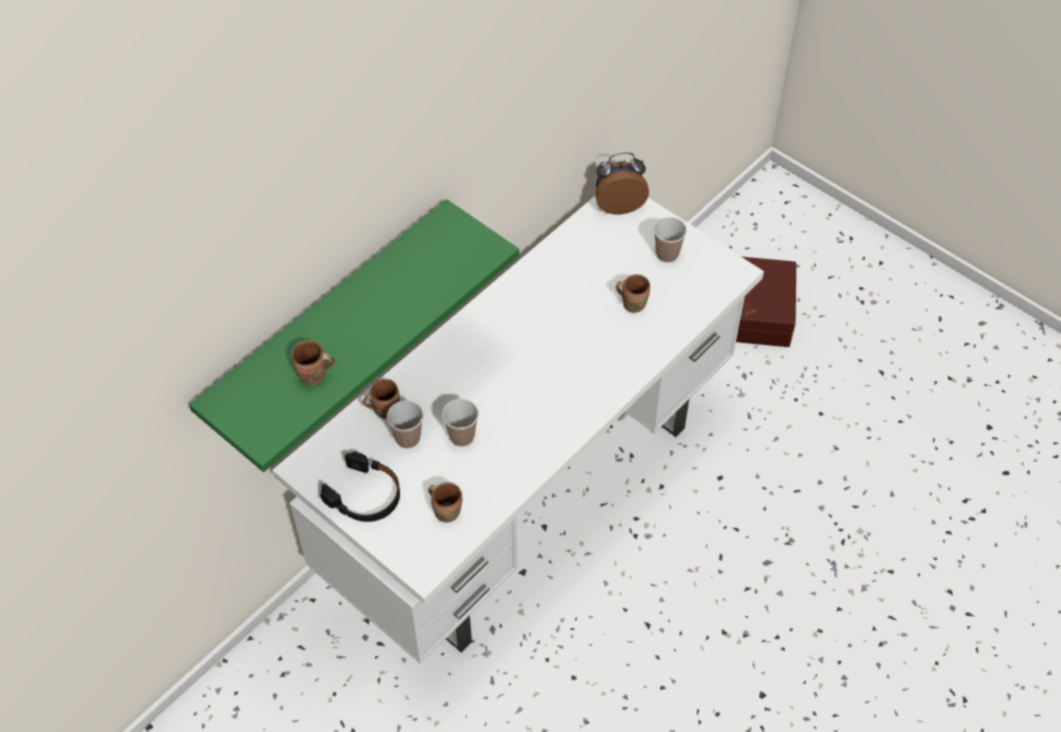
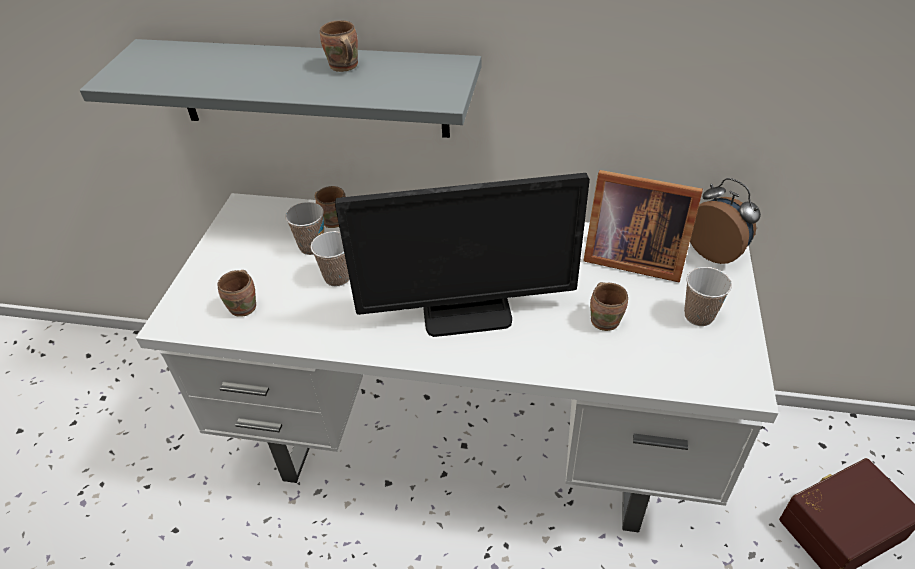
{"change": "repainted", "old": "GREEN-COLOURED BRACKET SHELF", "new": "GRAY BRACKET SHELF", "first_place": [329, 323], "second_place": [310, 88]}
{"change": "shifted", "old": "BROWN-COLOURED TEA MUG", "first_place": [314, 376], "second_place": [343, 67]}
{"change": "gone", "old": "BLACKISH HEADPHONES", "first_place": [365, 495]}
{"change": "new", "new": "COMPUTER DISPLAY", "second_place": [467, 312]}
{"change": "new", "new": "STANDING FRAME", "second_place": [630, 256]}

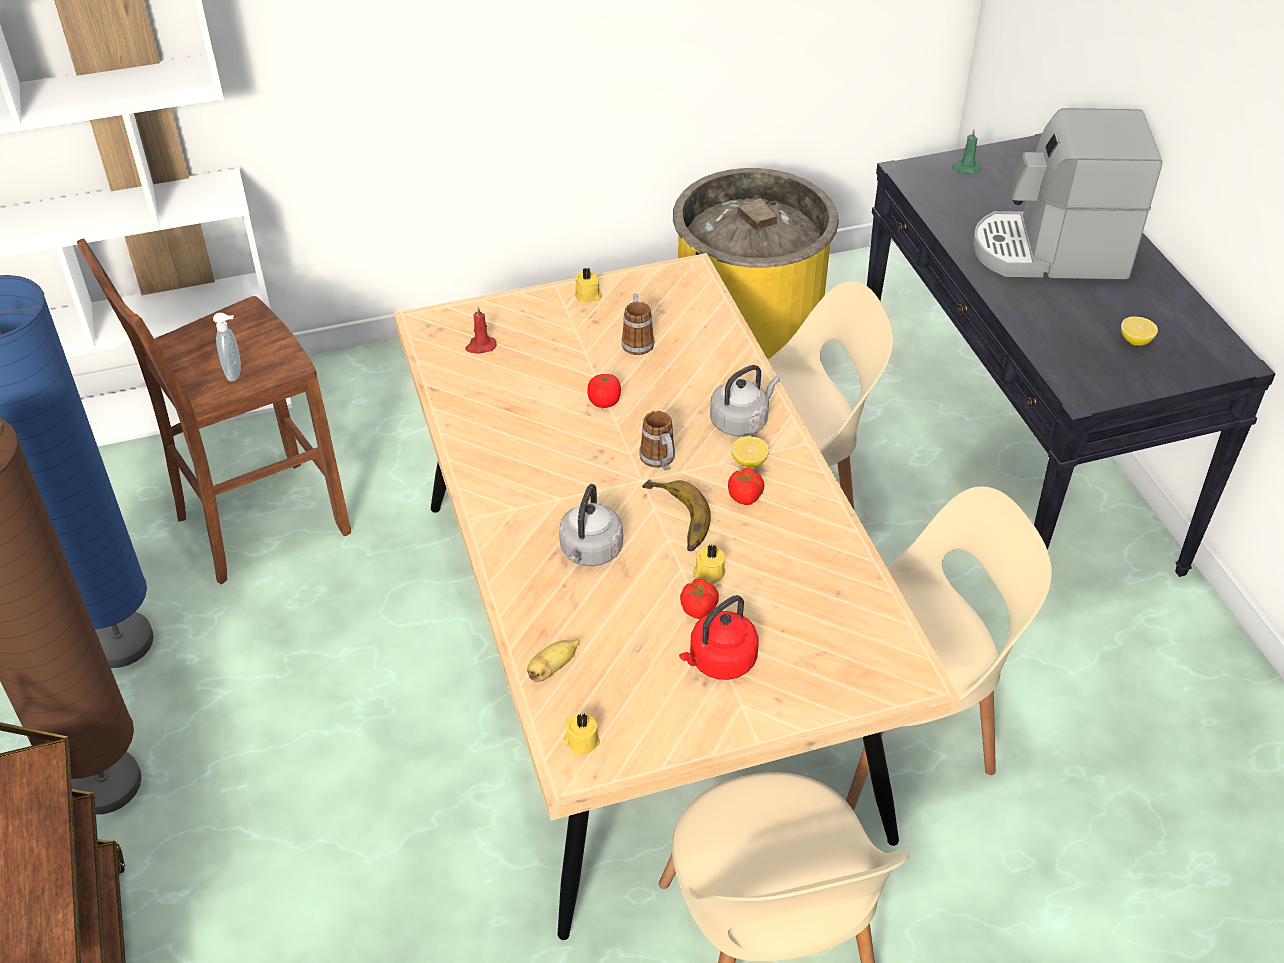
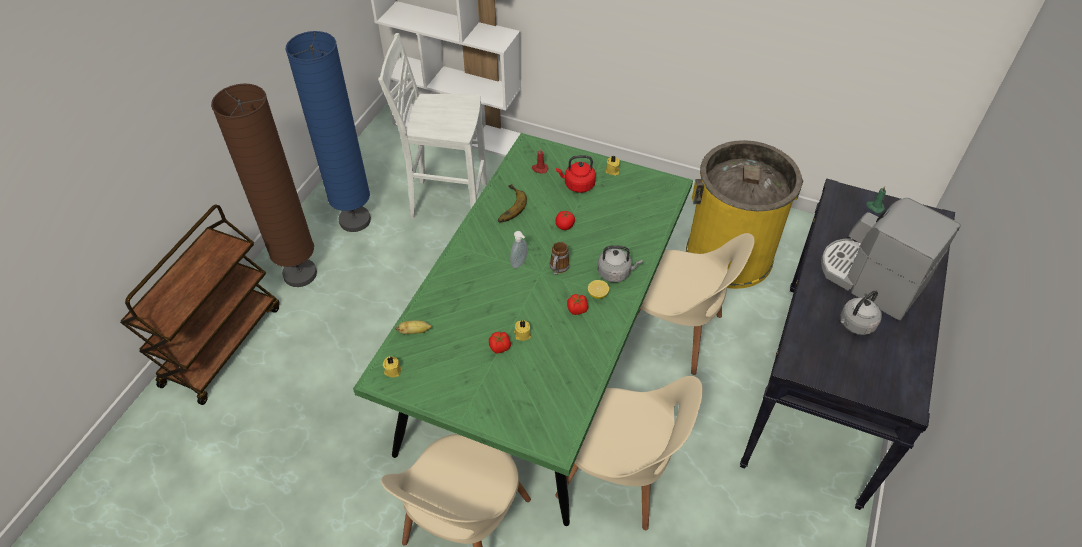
{"change": "repainted", "old": "BROWN-COLOURED STOOL SEAT", "new": "WHITE STOOL SEAT", "first_place": [257, 524], "second_place": [447, 201]}
{"change": "shifted", "old": "LIQUID SOAP BOTTLE", "first_place": [236, 373], "second_place": [520, 263]}
{"change": "repainted", "old": "BEIGE DINING TABLE", "new": "GREEN-COLOURED DINING TABLE", "first_place": [639, 657], "second_place": [540, 360]}
{"change": "shifted", "old": "GRAY WATER KETTLE", "first_place": [590, 552], "second_place": [855, 324]}
{"change": "gone", "old": "TEA MUG", "first_place": [637, 340]}
{"change": "shifted", "old": "BANANA", "first_place": [673, 520], "second_place": [507, 206]}
{"change": "shifted", "old": "REDDISH WATER KETTLE", "first_place": [719, 662], "second_place": [577, 185]}
{"change": "gone", "old": "LEMON", "first_place": [1135, 340]}

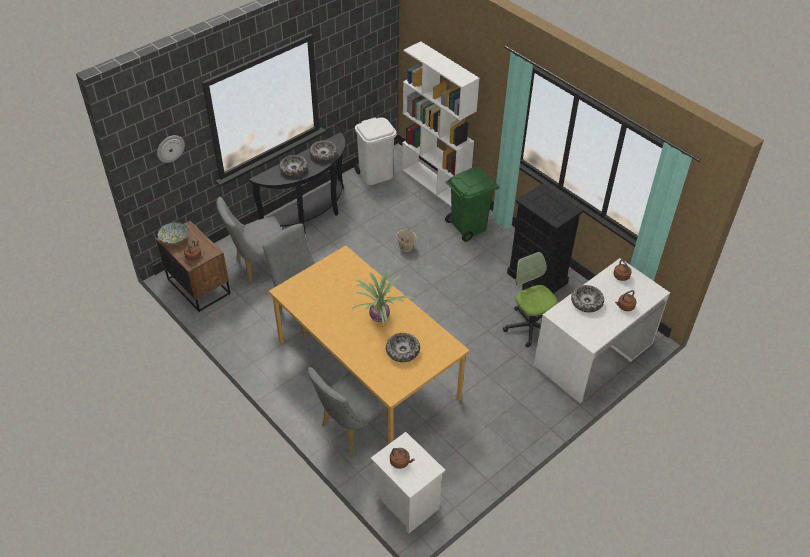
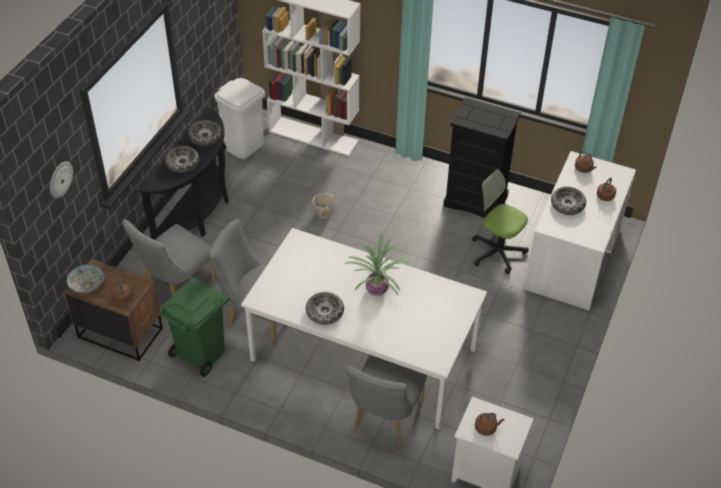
{"change": "repainted", "old": "ORANGEY DINING TABLE", "new": "WHITE DINING TABLE", "first_place": [366, 369], "second_place": [362, 355]}
{"change": "shifted", "old": "BOWL", "first_place": [403, 351], "second_place": [325, 312]}
{"change": "shifted", "old": "GREEN-COLOURED RUBBISH BIN", "first_place": [469, 227], "second_place": [202, 353]}

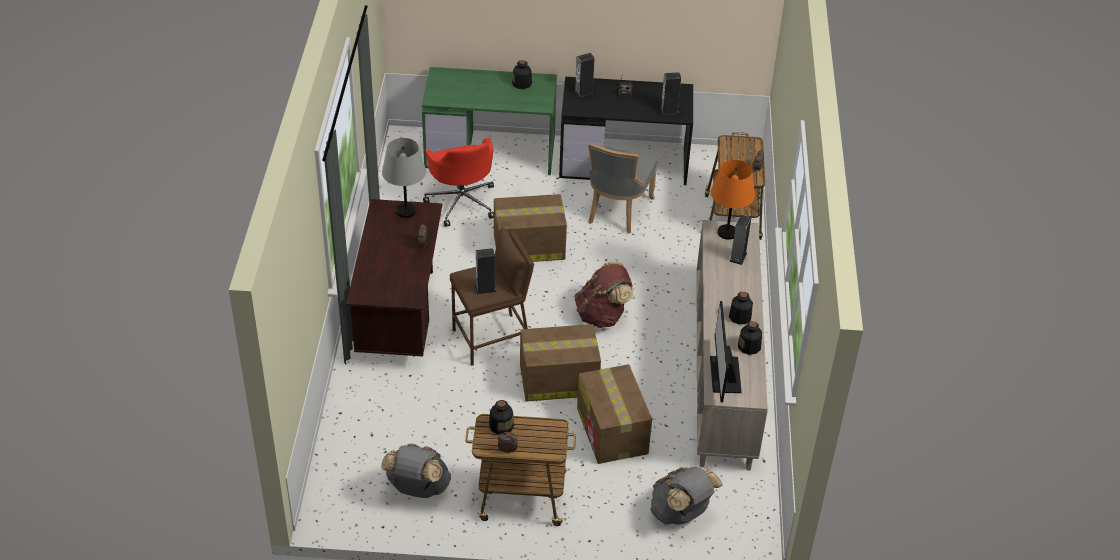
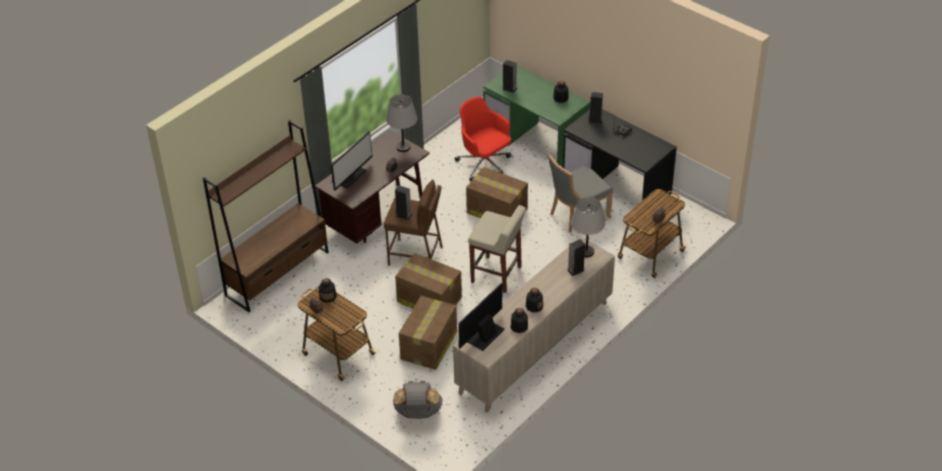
{"change": "gone", "old": "GRAY RUCKSACK", "first_place": [417, 489]}
{"change": "rotated", "old": "REDDISH COMPUTER CHAIR", "first_place": [462, 202], "second_place": [484, 164], "degrees": 120}
{"change": "swapped", "old": "BROWN-COLOURED RUCKSACK", "new": "BEIGE STOOL SEAT", "first_place": [602, 315], "second_place": [497, 275]}
{"change": "shifted", "old": "AUDIO SPEAKER", "first_place": [669, 110], "second_place": [509, 89]}
{"change": "repainted", "old": "ORANGEY LAMP FOR A TABLE", "new": "GRAY LAMP FOR A TABLE", "first_place": [727, 232], "second_place": [586, 252]}
{"change": "new", "new": "BROWN-COLOURED BOOKCASE", "second_place": [278, 273]}
{"change": "new", "new": "COMPUTER DISPLAY", "second_place": [350, 176]}

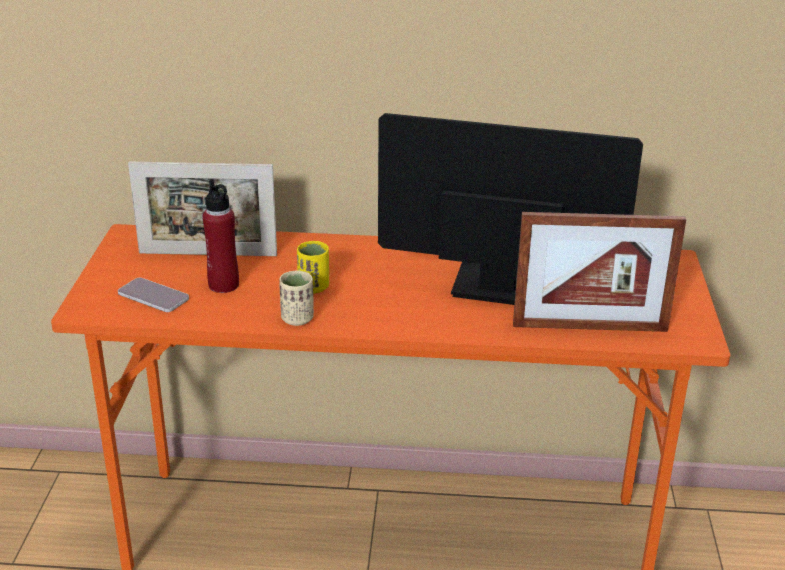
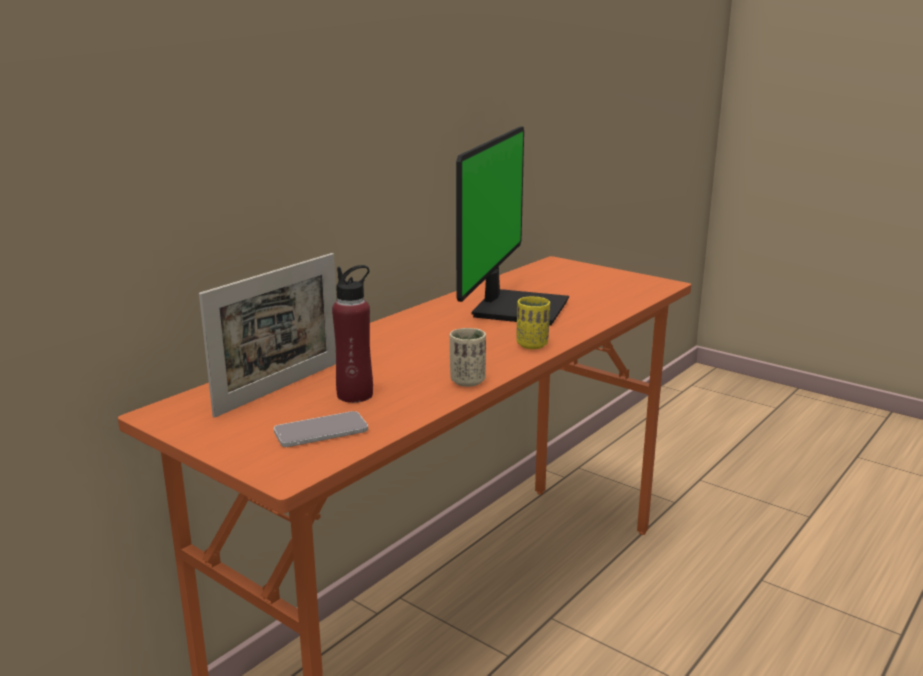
{"change": "shifted", "old": "YELLOW DRINKING CUP", "first_place": [313, 287], "second_place": [532, 345]}
{"change": "rotated", "old": "COMPUTER DISPLAY", "first_place": [498, 284], "second_place": [516, 308], "degrees": 150}
{"change": "gone", "old": "STANDING FRAME", "first_place": [590, 327]}

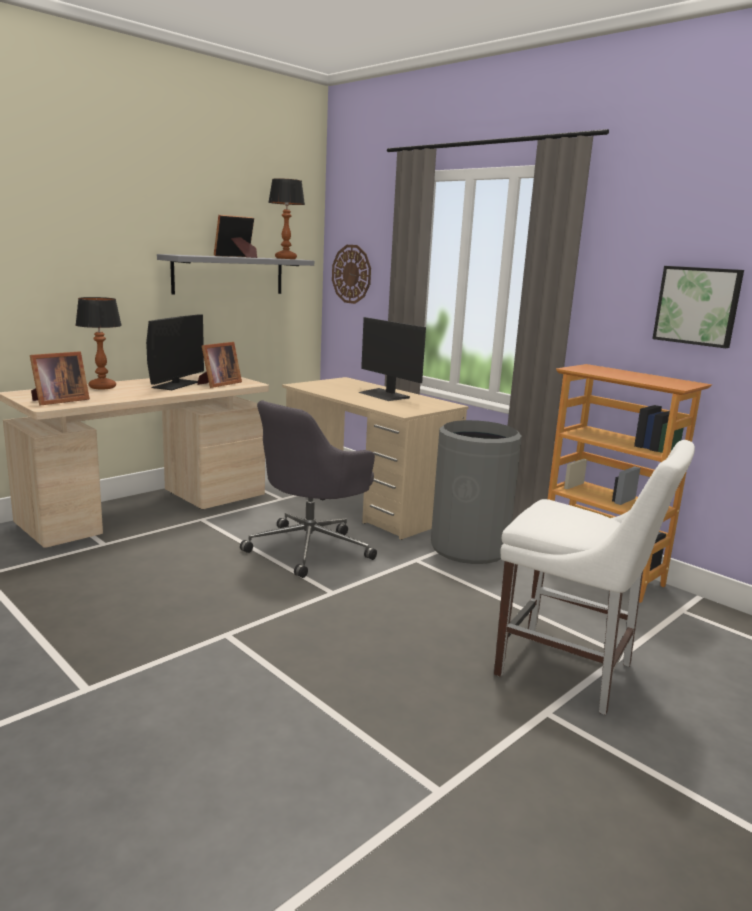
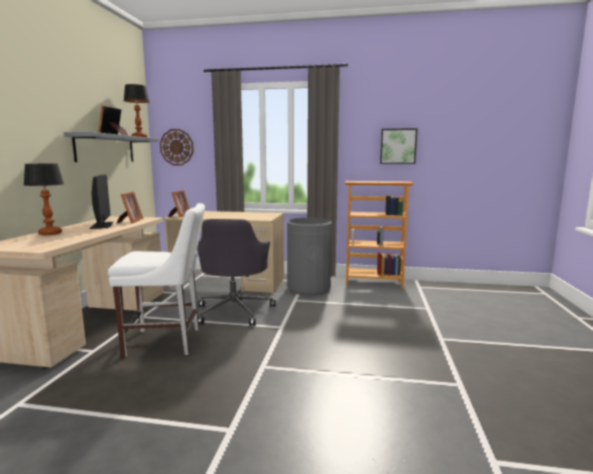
{"change": "shifted", "old": "STANDING FRAME", "first_place": [58, 401], "second_place": [179, 215]}
{"change": "gone", "old": "COMPUTER DISPLAY", "first_place": [385, 395]}
{"change": "shifted", "old": "WHITE PLAIN CHAIR", "first_place": [571, 672], "second_place": [167, 342]}

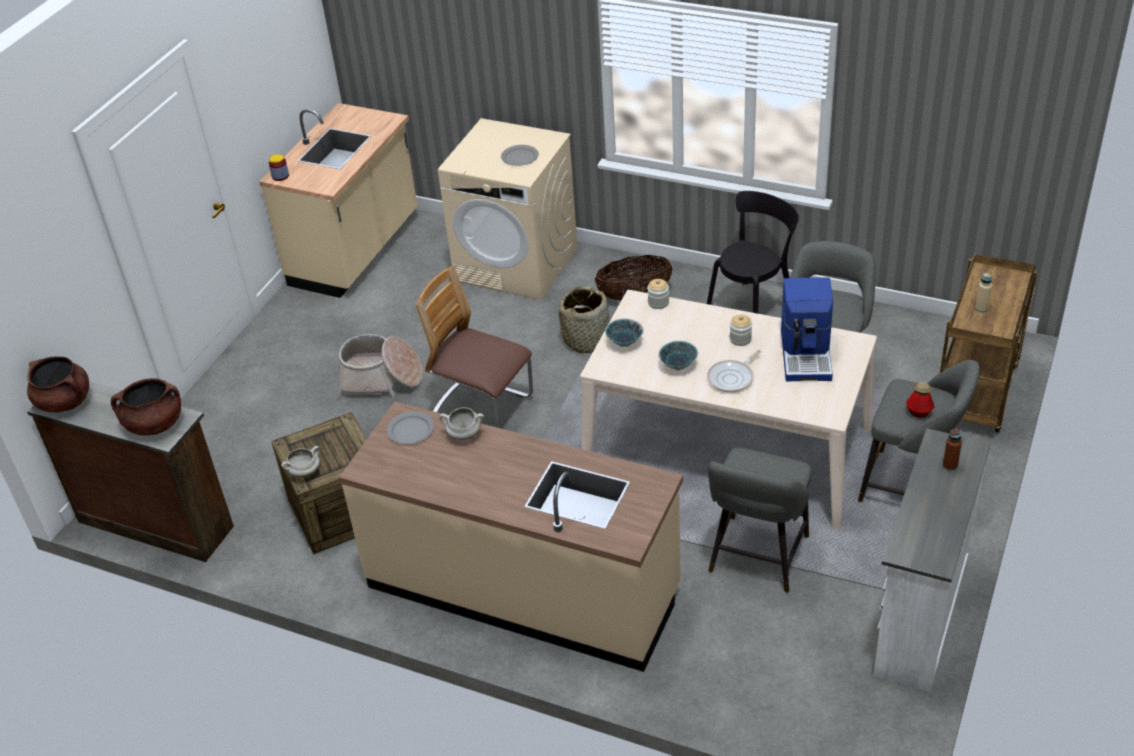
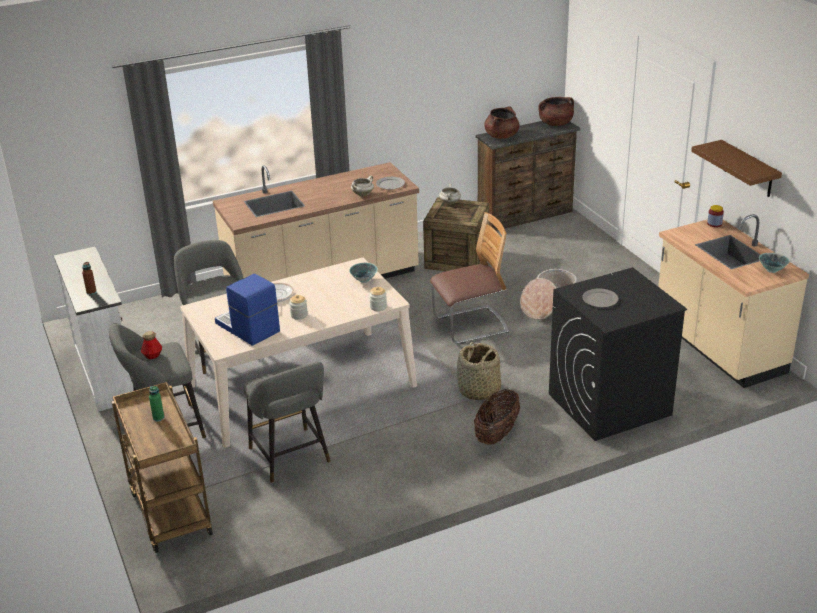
{"change": "repainted", "old": "BEIGE LAUNDRY APPLIANCE", "new": "BLACKISH LAUNDRY APPLIANCE", "first_place": [517, 264], "second_place": [609, 404]}
{"change": "shifted", "old": "BOWL", "first_place": [678, 365], "second_place": [772, 270]}
{"change": "gone", "old": "BLACKISH PLAIN CHAIR", "first_place": [753, 308]}
{"change": "repainted", "old": "BEIGE BOTTLE", "new": "GREEN-COLOURED BOTTLE", "first_place": [981, 308], "second_place": [158, 418]}
{"change": "new", "new": "BROWN-COLOURED BRACKET SHELF", "second_place": [748, 169]}

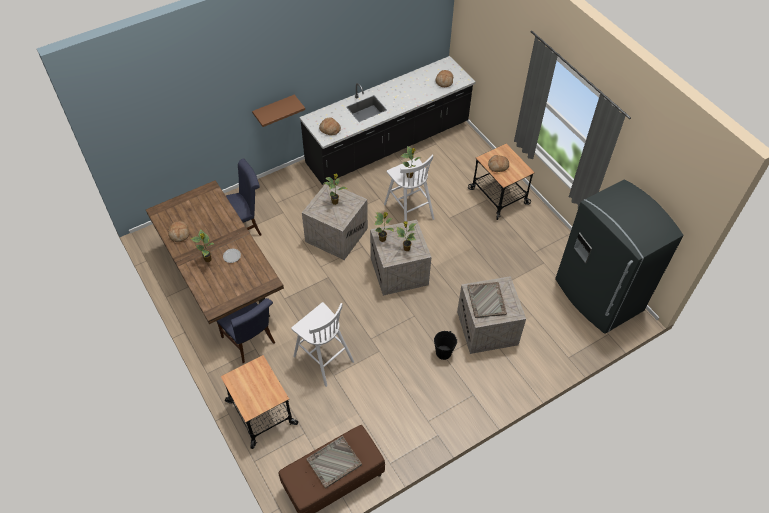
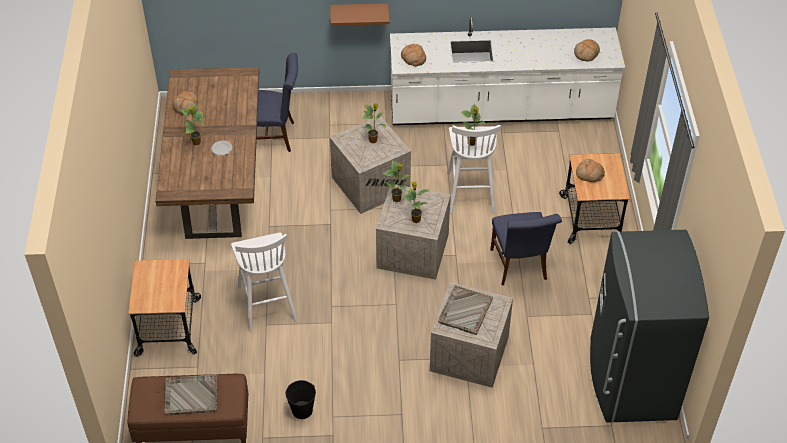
{"change": "shifted", "old": "BLUISH PLAIN CHAIR", "first_place": [250, 341], "second_place": [520, 267]}
{"change": "repainted", "old": "BLACKISH COUNTER", "new": "WHITE COUNTER", "first_place": [388, 144], "second_place": [500, 110]}
{"change": "shifted", "old": "BLACKISH WATER BUCKET", "first_place": [443, 352], "second_place": [302, 410]}

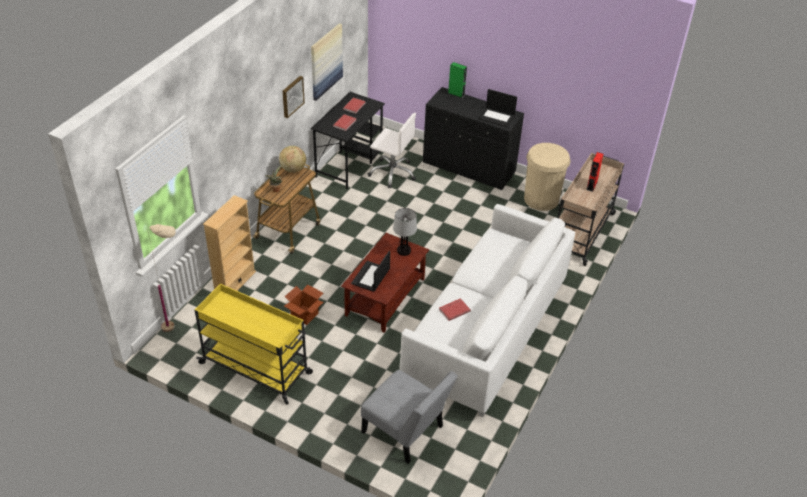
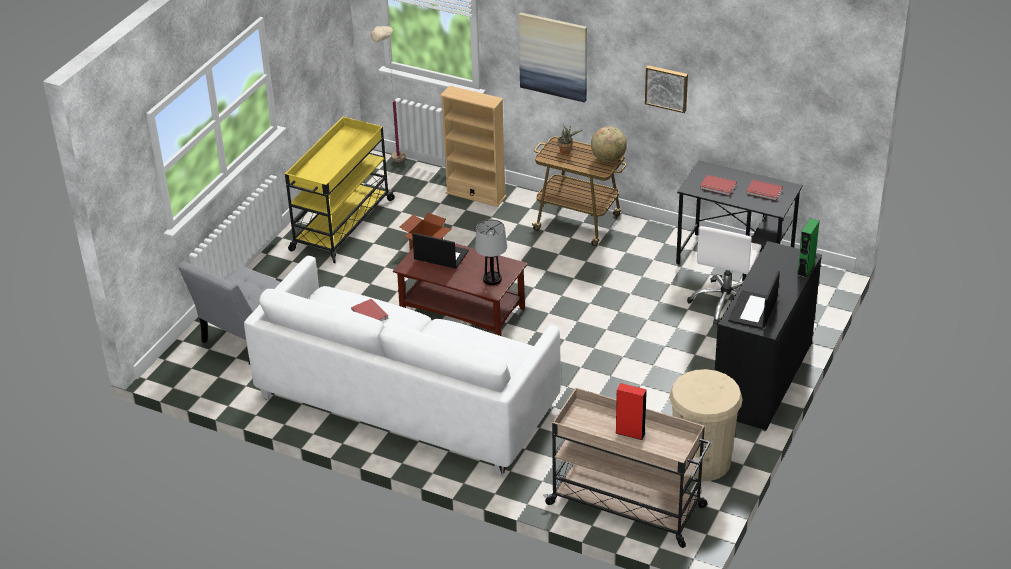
{"change": "shifted", "old": "WALL ART", "first_place": [326, 61], "second_place": [553, 56]}

